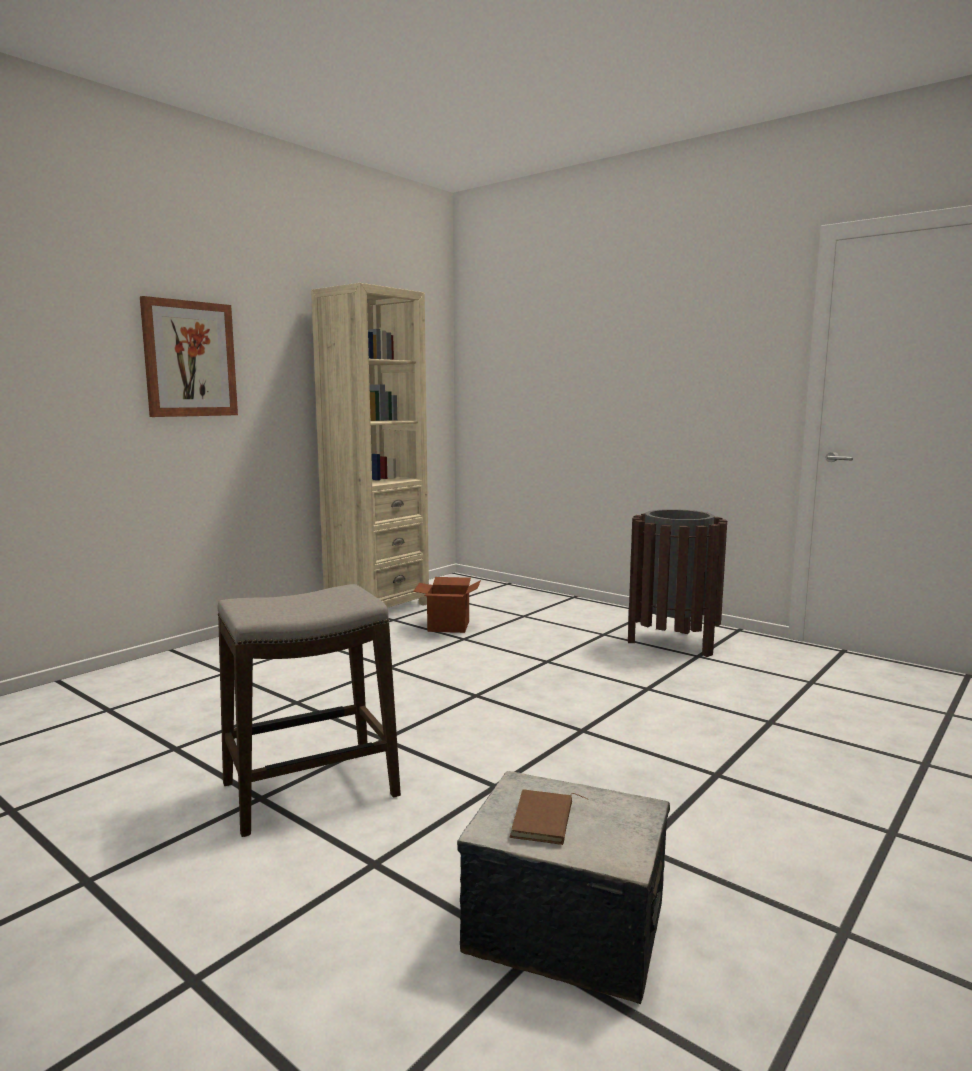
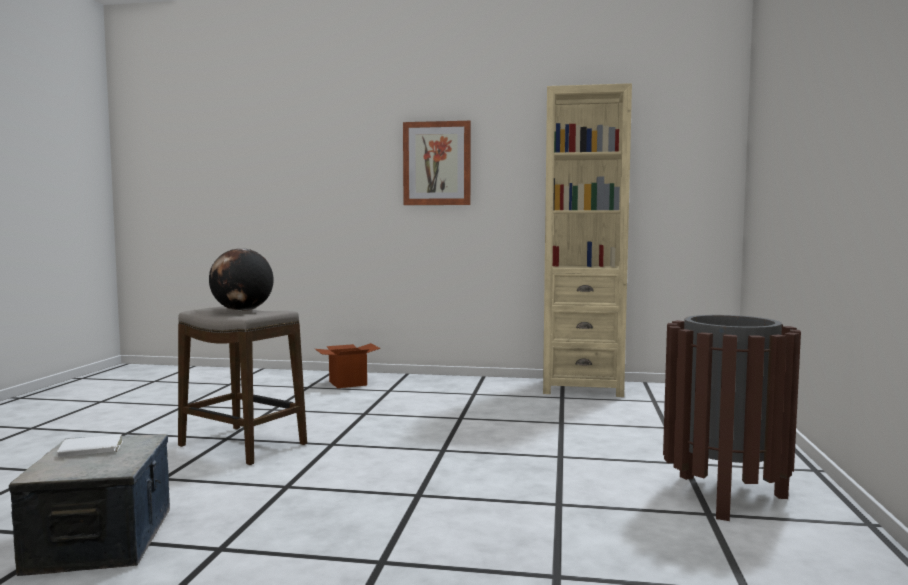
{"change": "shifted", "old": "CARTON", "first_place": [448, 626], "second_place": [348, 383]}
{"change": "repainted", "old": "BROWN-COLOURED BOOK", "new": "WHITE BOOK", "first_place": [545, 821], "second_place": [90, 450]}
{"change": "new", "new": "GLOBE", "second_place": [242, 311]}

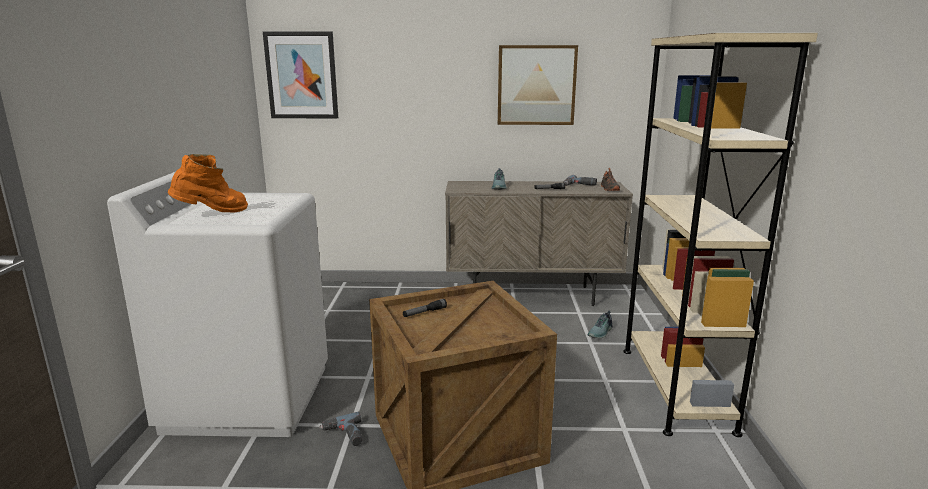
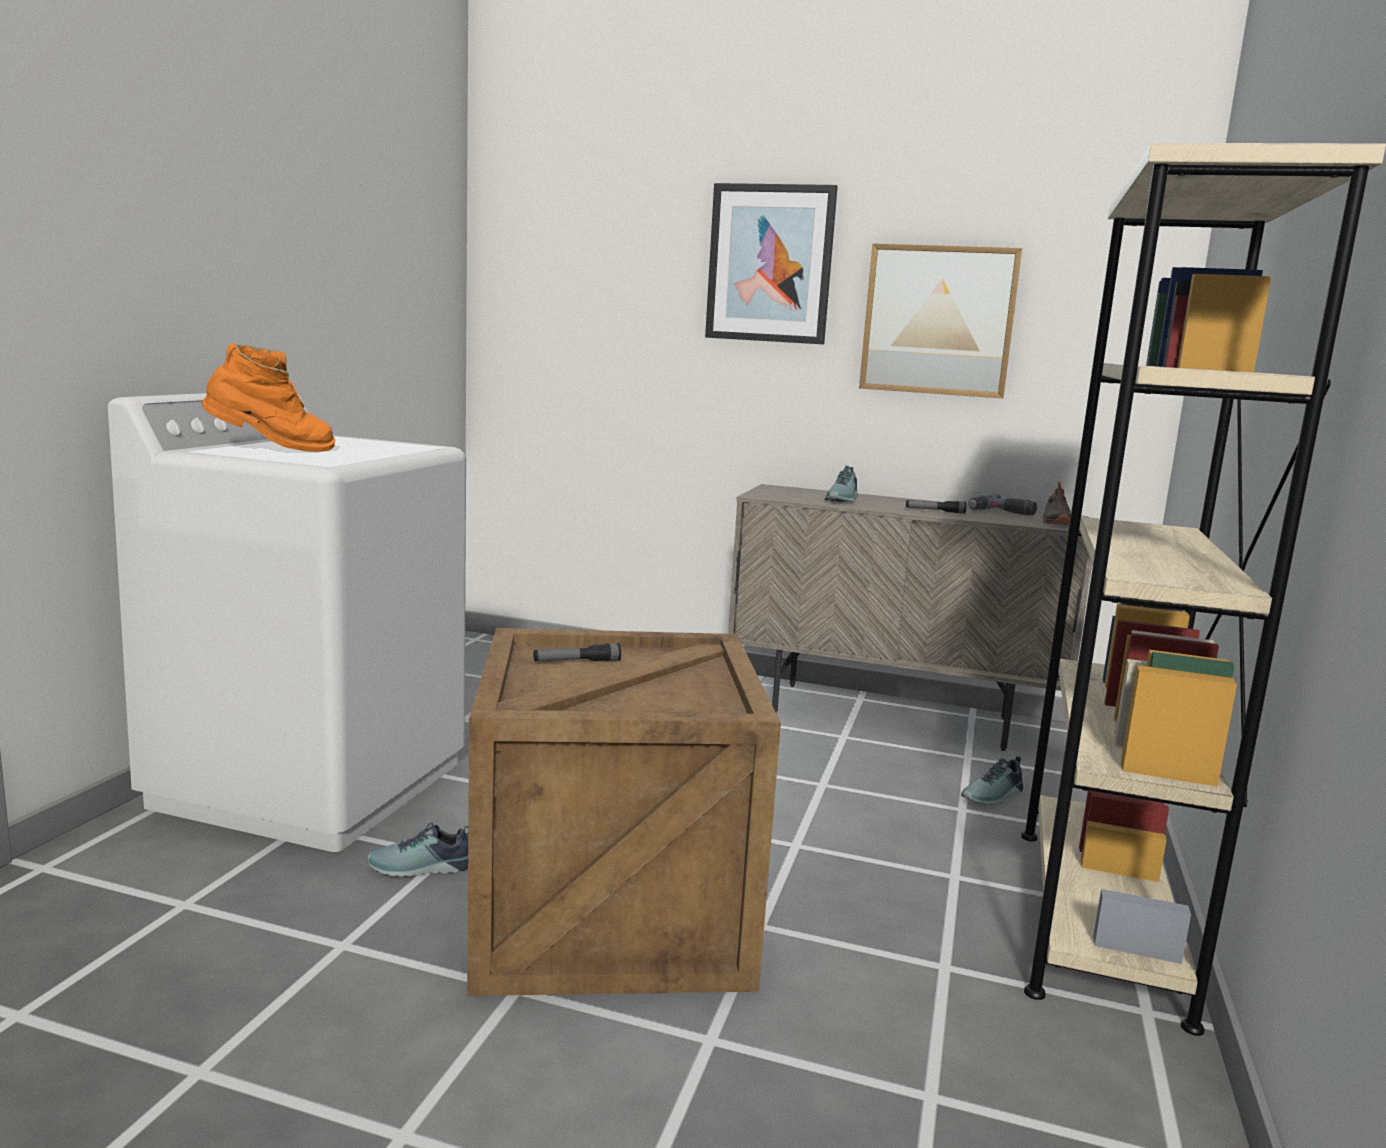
{"change": "shifted", "old": "WALL ART", "first_place": [302, 75], "second_place": [770, 264]}
{"change": "swapped", "old": "POWER DRILL", "new": "SHOE", "first_place": [344, 435], "second_place": [421, 868]}

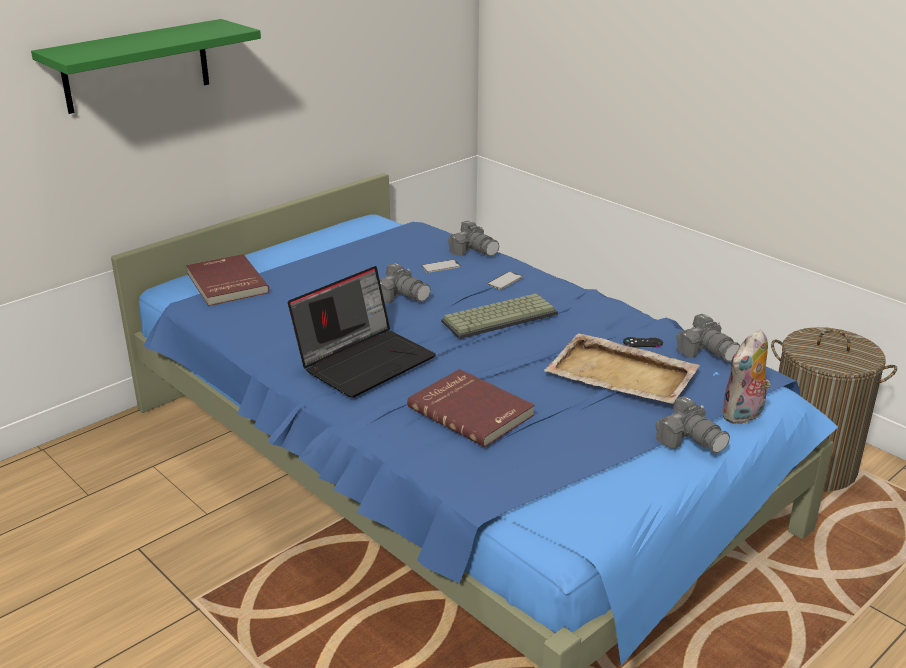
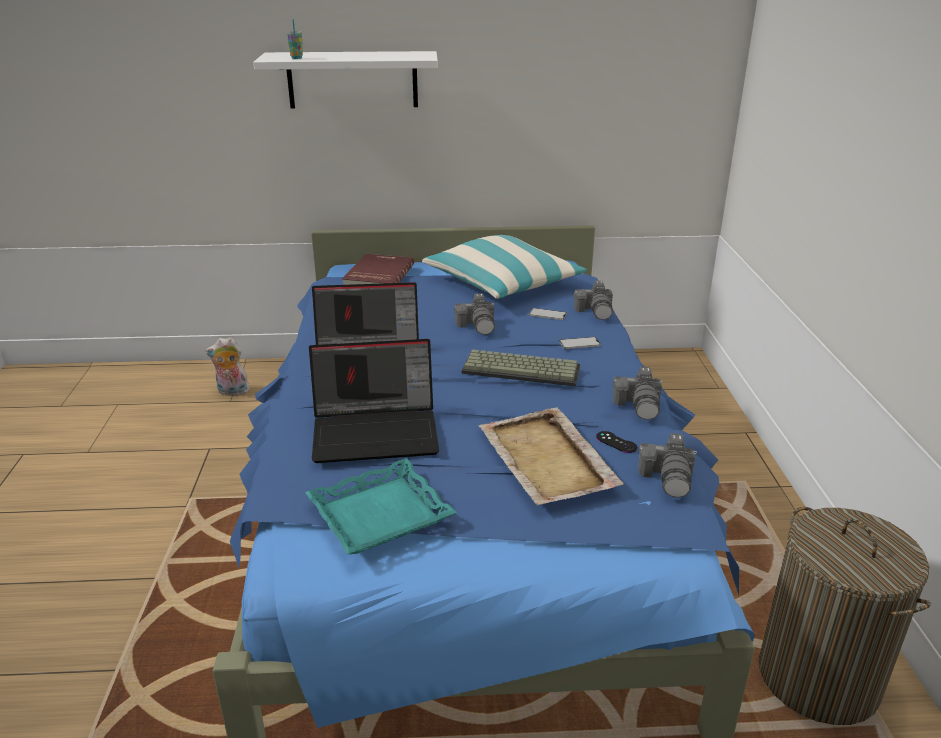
{"change": "repainted", "old": "GREEN-COLOURED BRACKET SHELF", "new": "WHITE BRACKET SHELF", "first_place": [136, 66], "second_place": [352, 80]}
{"change": "swapped", "old": "REDDISH BOOK", "new": "PORTABLE COMPUTER", "first_place": [472, 410], "second_place": [377, 431]}
{"change": "shifted", "old": "STILL CAMERA", "first_place": [691, 439], "second_place": [639, 405]}
{"change": "shifted", "old": "PLUSH TOY", "first_place": [743, 416], "second_place": [232, 392]}
{"change": "new", "new": "DRINKING CUP", "second_place": [296, 58]}
{"change": "new", "new": "BLUE-GREEN TRAY", "second_place": [380, 513]}
{"change": "new", "new": "CUSHION", "second_place": [503, 283]}

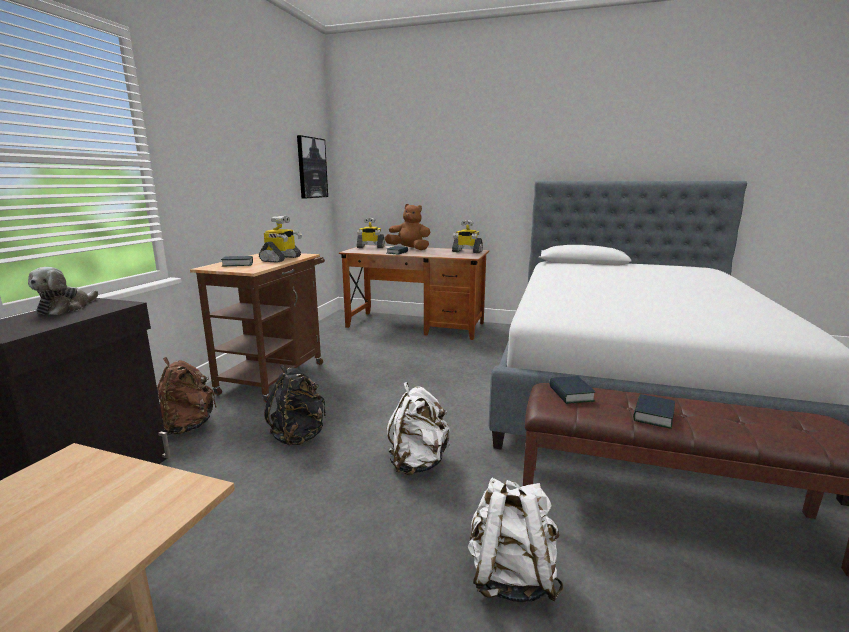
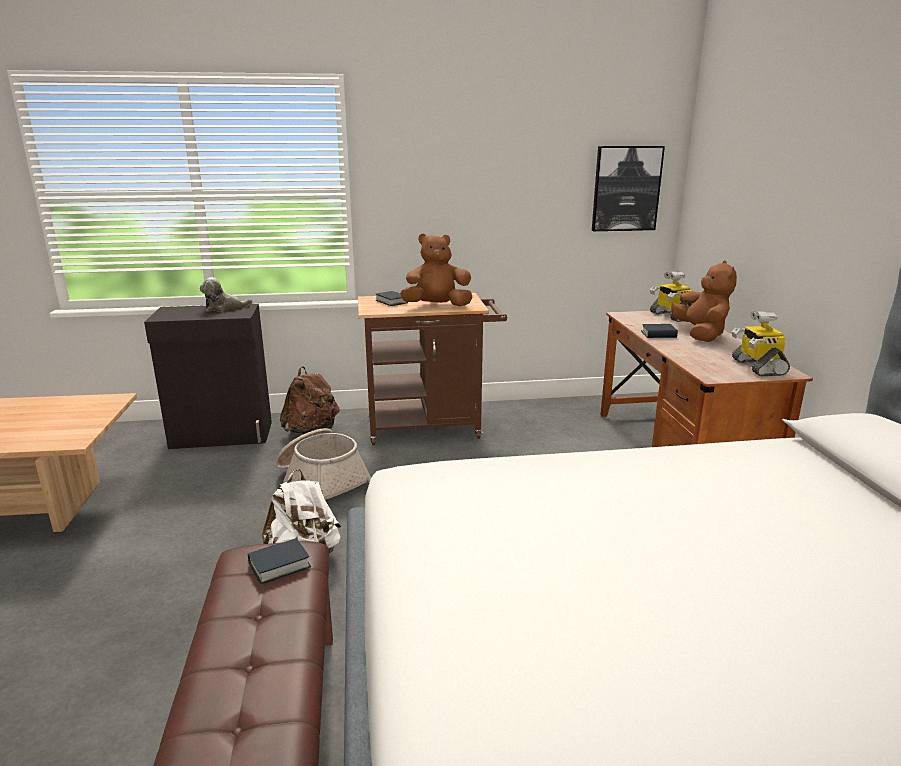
{"change": "swapped", "old": "ROBOT FIGURE", "new": "BROWN-COLOURED PLUSH TOY", "first_place": [281, 259], "second_place": [437, 306]}
{"change": "swapped", "old": "BLACKISH RUCKSACK", "new": "HOUSEHOLD BASKET", "first_place": [299, 436], "second_place": [322, 480]}
{"change": "gone", "old": "WHITE RUCKSACK", "first_place": [510, 577]}
{"change": "gone", "old": "BOOK", "first_place": [653, 415]}

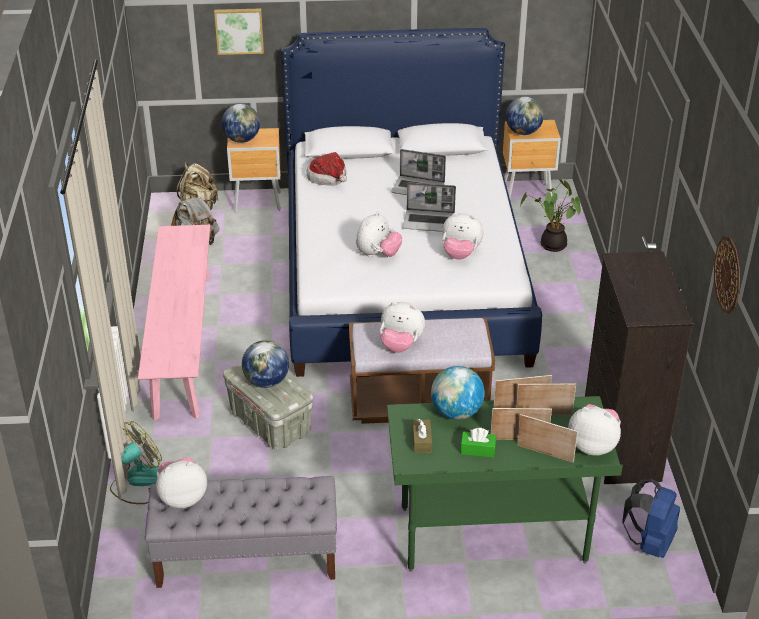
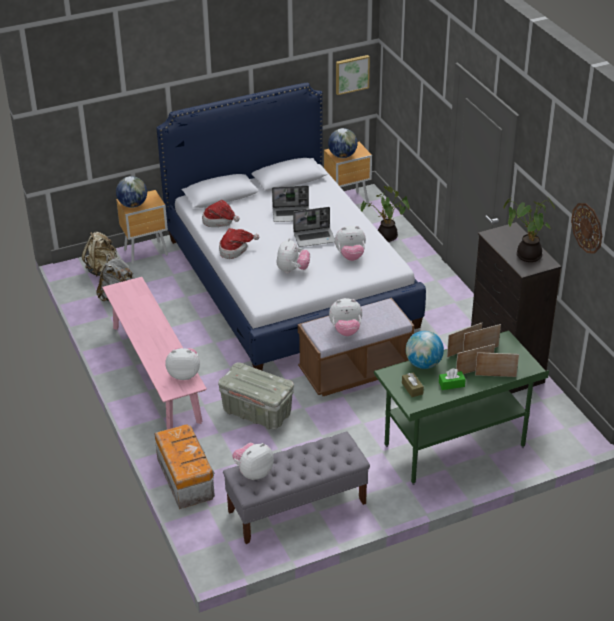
{"change": "swapped", "old": "FAN", "new": "STORAGE BOX", "first_place": [138, 481], "second_place": [185, 478]}
{"change": "shifted", "old": "WALL ART", "first_place": [239, 30], "second_place": [351, 74]}
{"change": "gone", "old": "GLOBE", "first_place": [266, 382]}
{"change": "shifted", "old": "PLUSH TOY", "first_place": [593, 445], "second_place": [184, 374]}
{"change": "gone", "old": "BLUISH RUCKSACK", "first_place": [649, 542]}
{"change": "new", "new": "WEARABLE HAT", "second_place": [235, 250]}
{"change": "new", "new": "PLANT IN A POT", "second_place": [526, 255]}

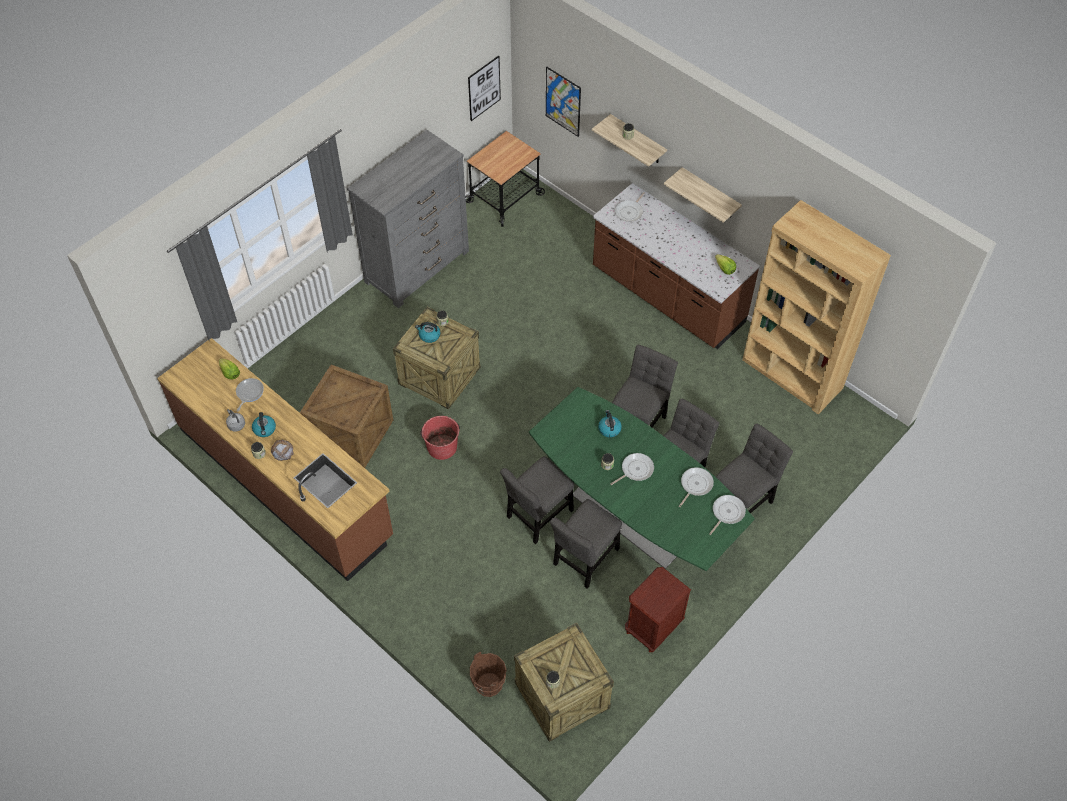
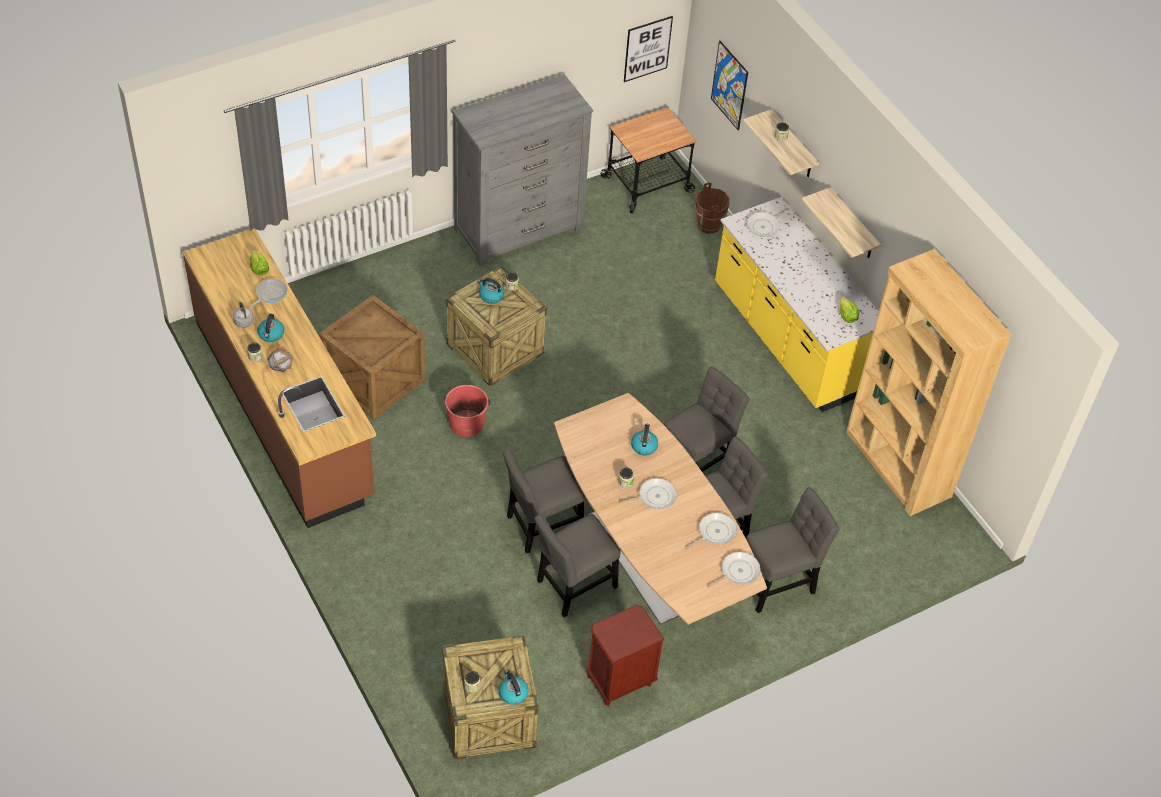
{"change": "shifted", "old": "BROWN-COLOURED WATER BUCKET", "first_place": [489, 684], "second_place": [709, 225]}
{"change": "repainted", "old": "GREEN-COLOURED DINING TABLE", "new": "BROWN-COLOURED DINING TABLE", "first_place": [633, 515], "second_place": [648, 557]}
{"change": "repainted", "old": "BROWN-COLOURED COUNTER", "new": "YELLOW COUNTER", "first_place": [667, 297], "second_place": [788, 340]}
{"change": "new", "new": "WATER KETTLE", "second_place": [512, 693]}

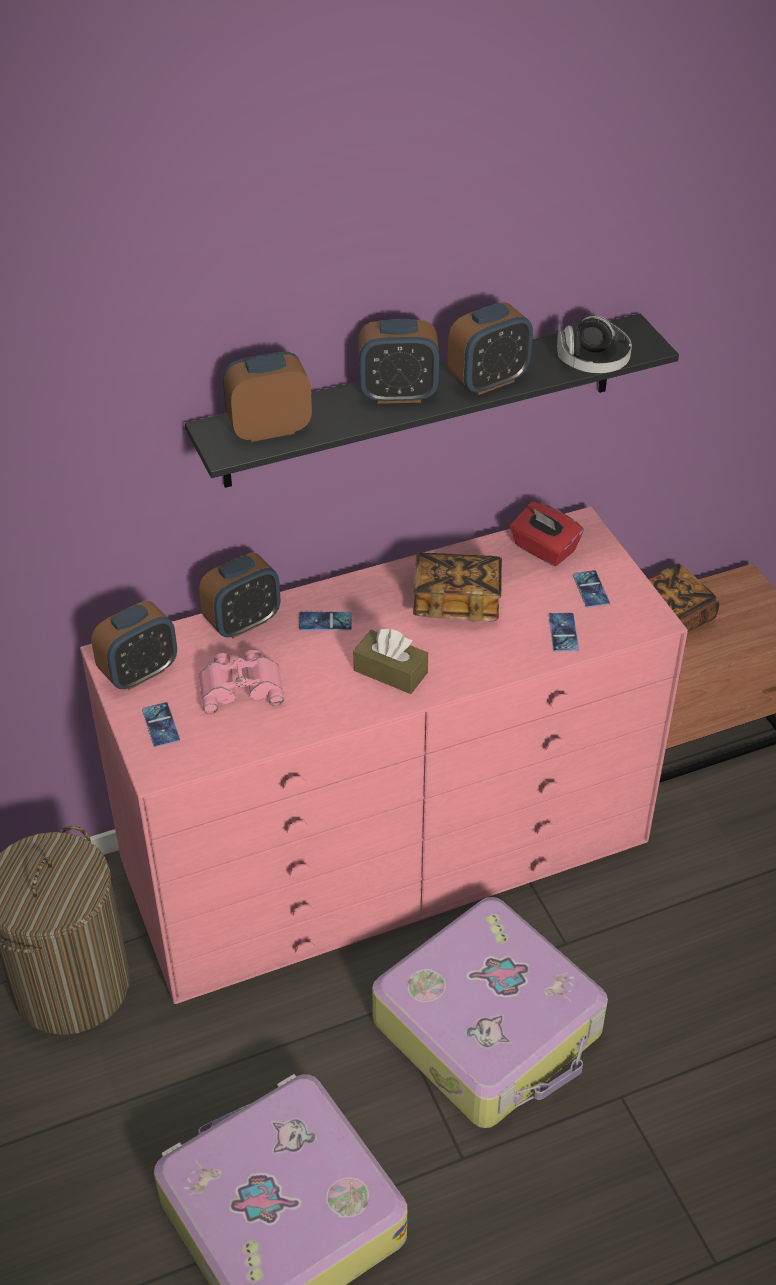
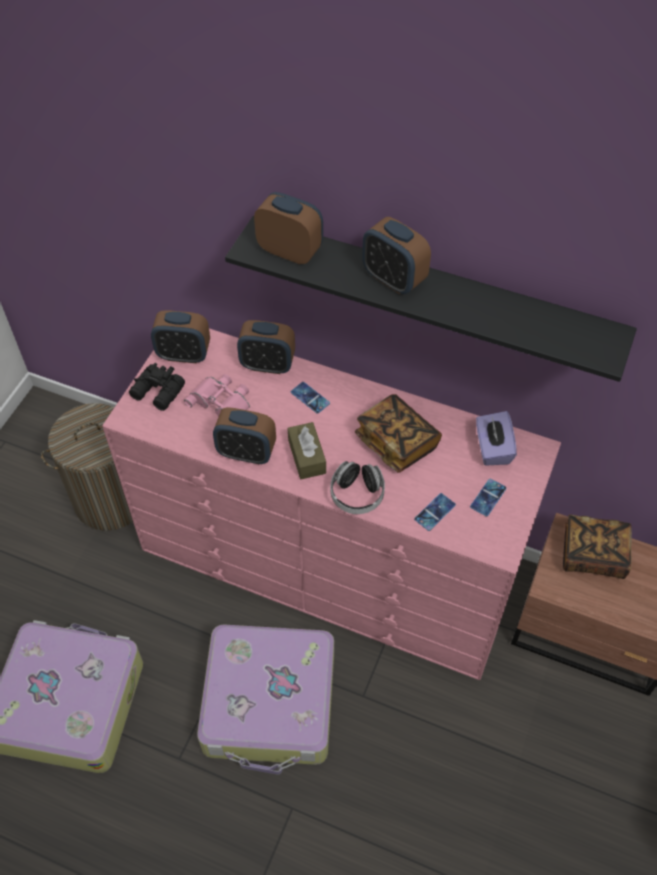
{"change": "swapped", "old": "HANDSET", "new": "BLACKISH PAIR OF BINOCULARS", "first_place": [161, 725], "second_place": [158, 393]}
{"change": "shifted", "old": "ALARM CLOCK", "first_place": [488, 381], "second_place": [246, 453]}
{"change": "repainted", "old": "REDDISH TISSUE HOLDER", "new": "PURPLE-COLOURED TISSUE HOLDER", "first_place": [544, 549], "second_place": [492, 448]}
{"change": "shifted", "old": "HEADPHONES", "first_place": [592, 363], "second_place": [357, 495]}

